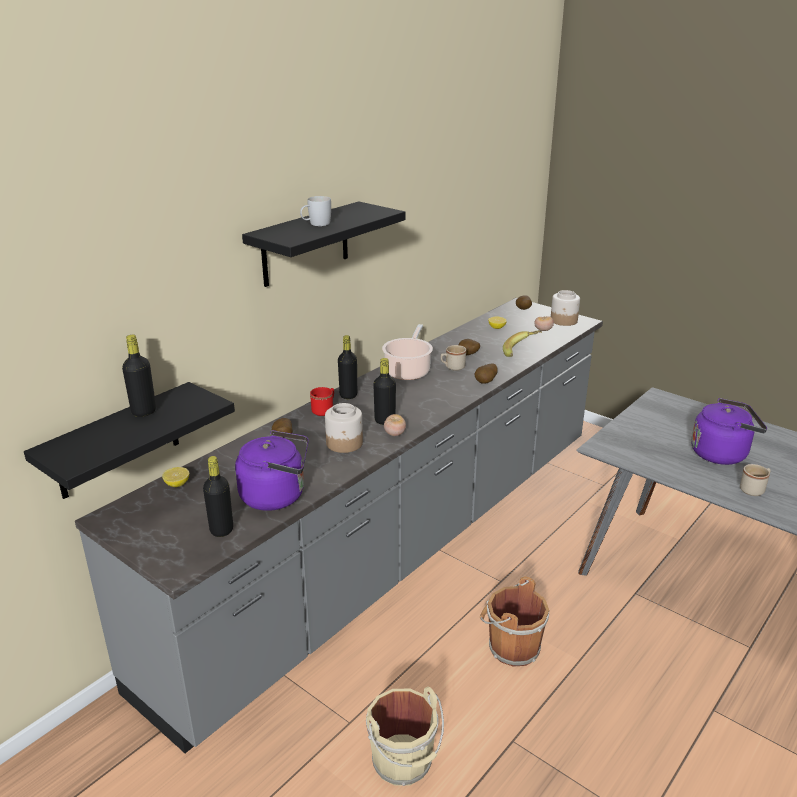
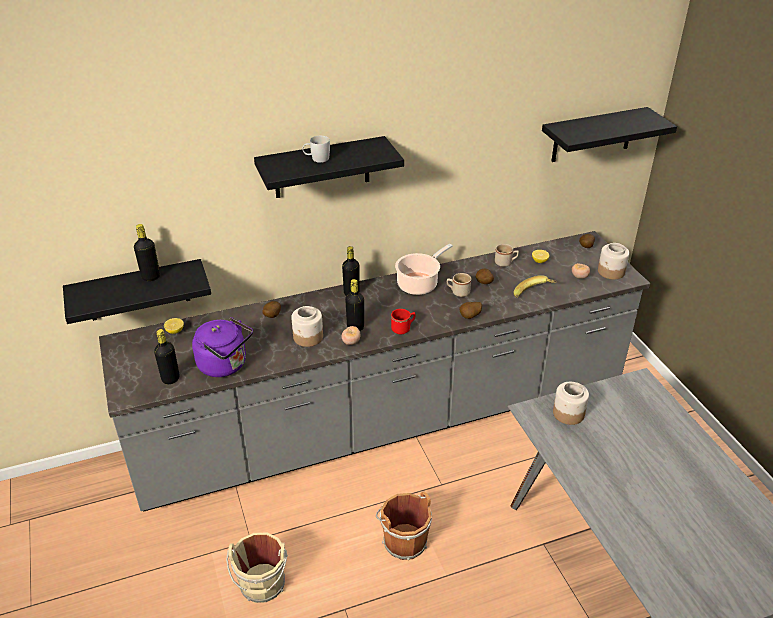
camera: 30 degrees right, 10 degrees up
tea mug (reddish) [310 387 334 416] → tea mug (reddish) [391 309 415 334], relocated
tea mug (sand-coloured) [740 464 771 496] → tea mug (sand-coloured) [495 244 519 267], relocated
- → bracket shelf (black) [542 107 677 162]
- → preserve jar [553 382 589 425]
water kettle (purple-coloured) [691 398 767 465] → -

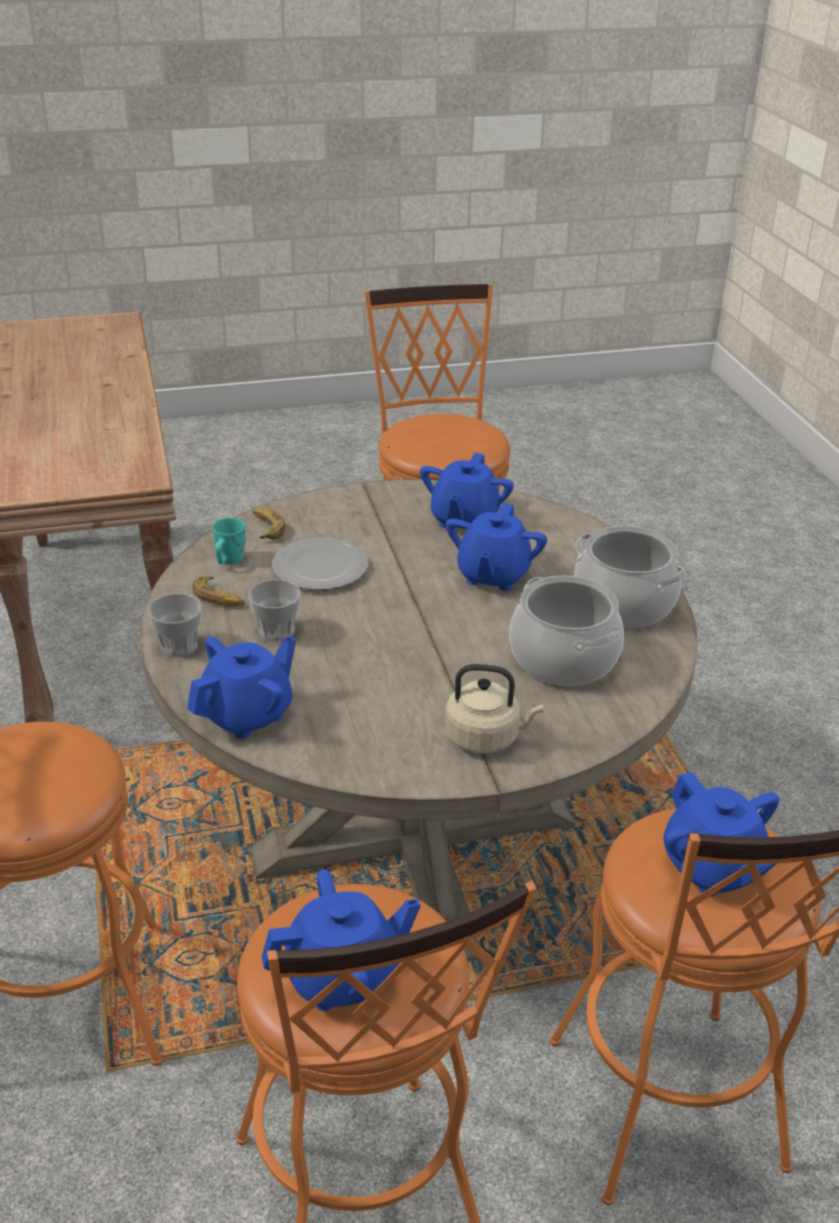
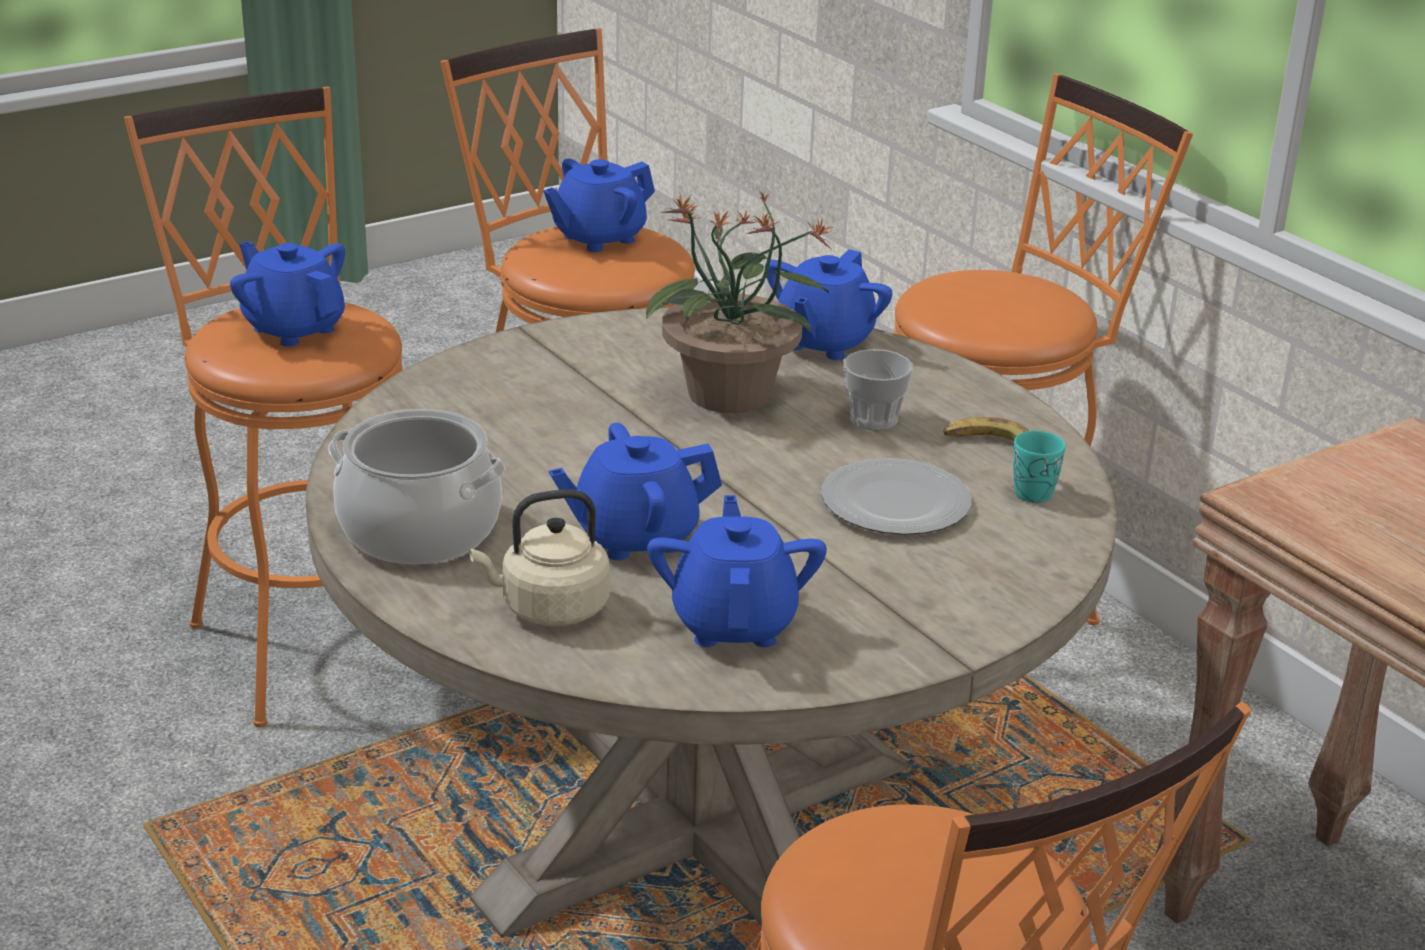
camera: 160 degrees right, 5 degrees down
water kettle (sand-coloured) [445 664 543 753] → water kettle (sand-coloured) [469 489 610 626], relocated
tea pot (blue) [446 503 547 591] → tea pot (blue) [549 423 722 560], 105 degrees counterclockwise
- → potted plant [646 190 833 413]
drinking cup [148 593 202 657] → -
whole banana [252 508 286 540] → -
stockpot [509 575 624 686] → -

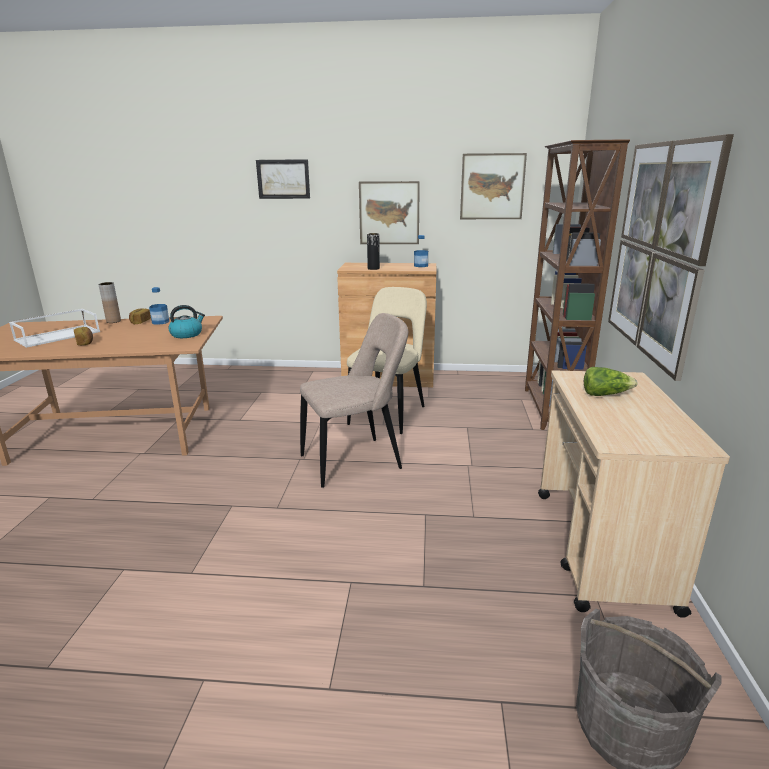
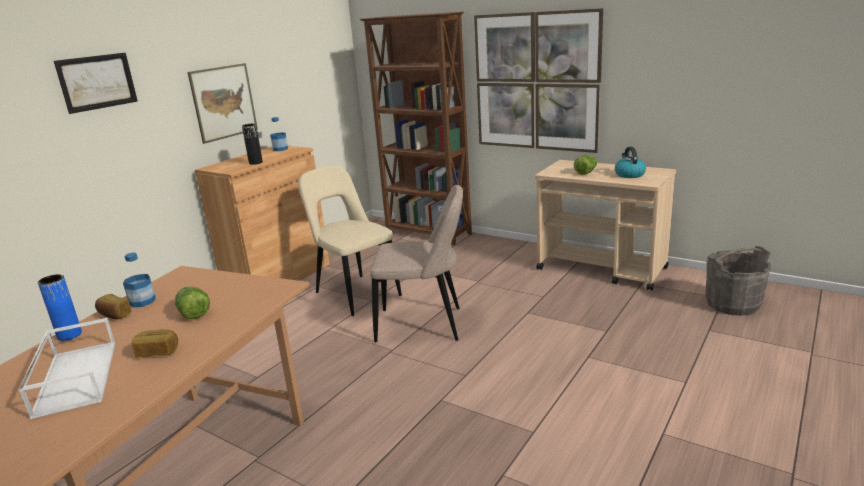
camera: 60 degrees left, 0 degrees up
vase (brown) [98 282 121 323] → vase (blue) [38 274 82 341]
- → lettuce head [175 286 210 319]
plain chair (sand-coloured) [300 313 408 488] → plain chair (sand-coloured) [370 185 463 342], 90 degrees clockwise
water kettle [168 305 205 338] → water kettle [615 147 646 178], relocated
picture [460 153 527 219] → -

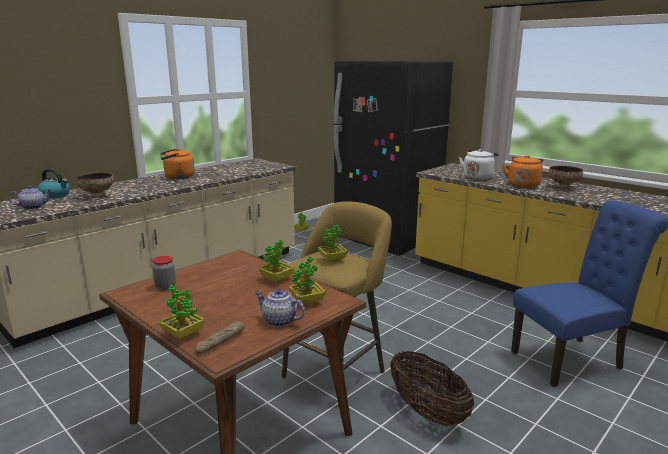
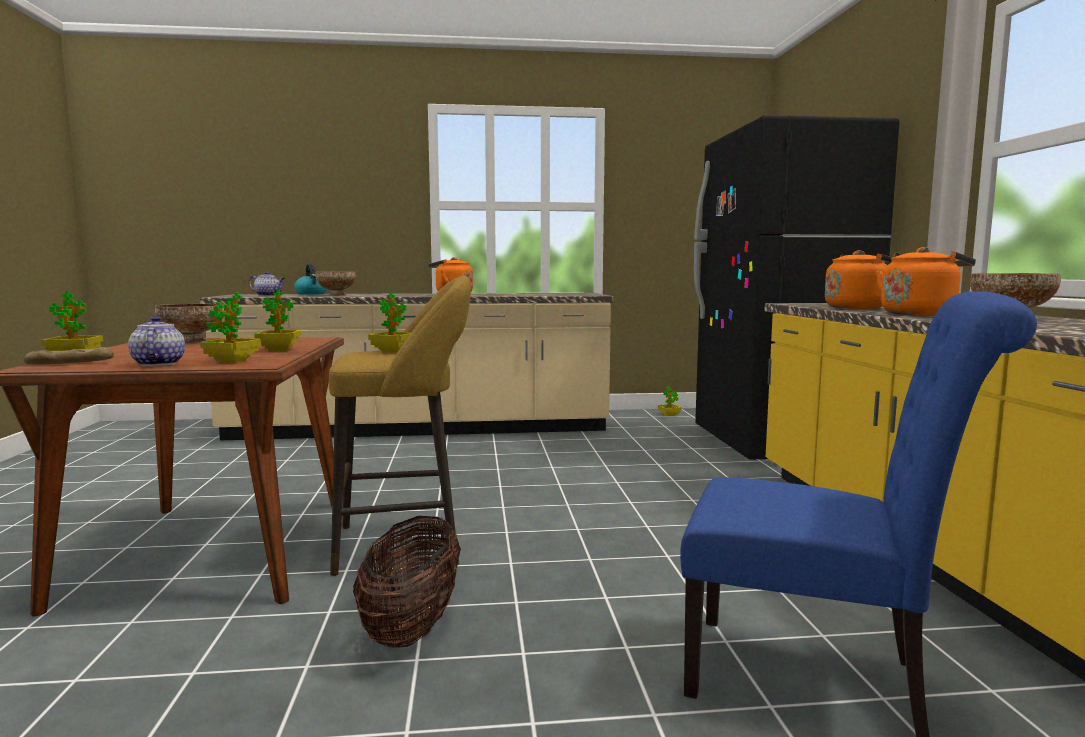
camera: 40 degrees right, 10 degrees down
preserve jar [152 256 176 290] → serving bowl [155 304 217 343]
water kettle (white) [459 149 499 180] → water kettle (orange-coloured) [825 250 892 309]

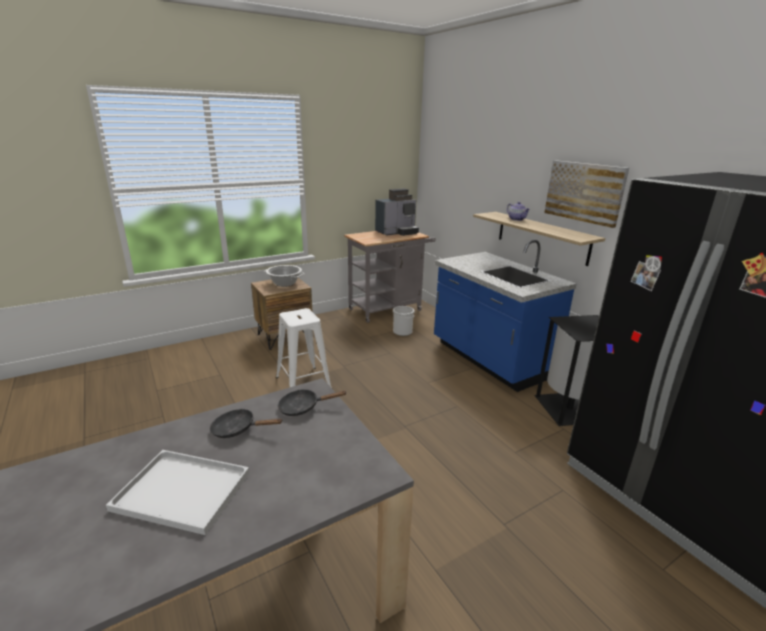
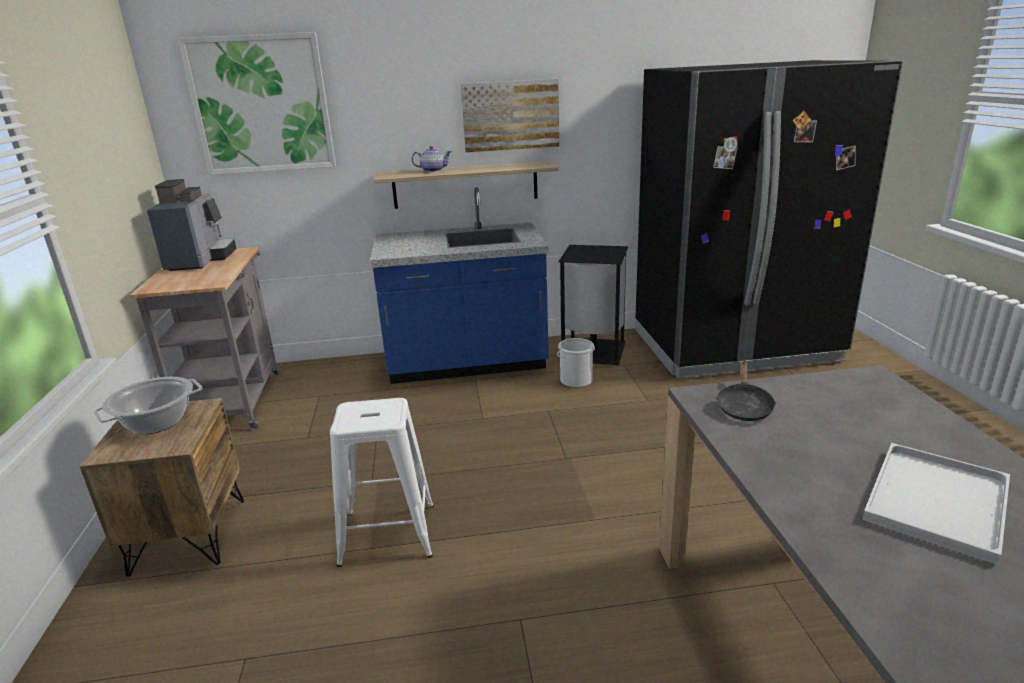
camera: 65 degrees left, 0 degrees up
- → picture [177 32 336 175]
pail [393 306 415 336] → pail [557 338 595 388], relocated
skillet (black) [210 409 282 438] → -

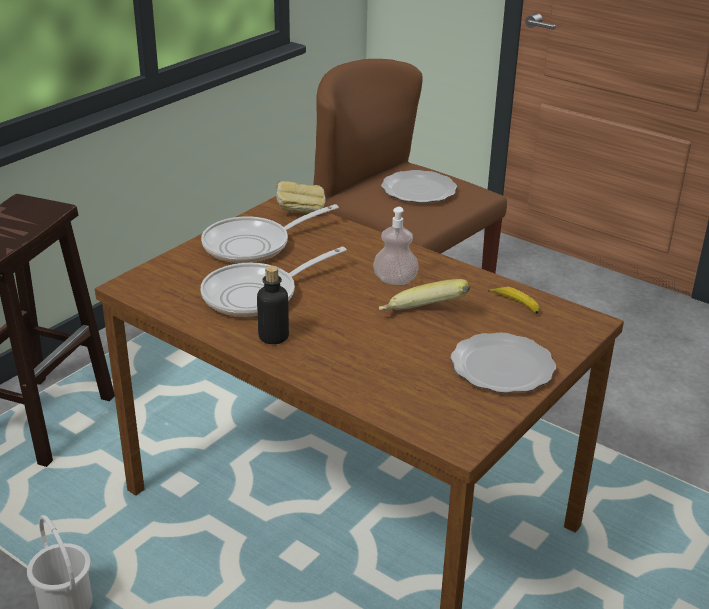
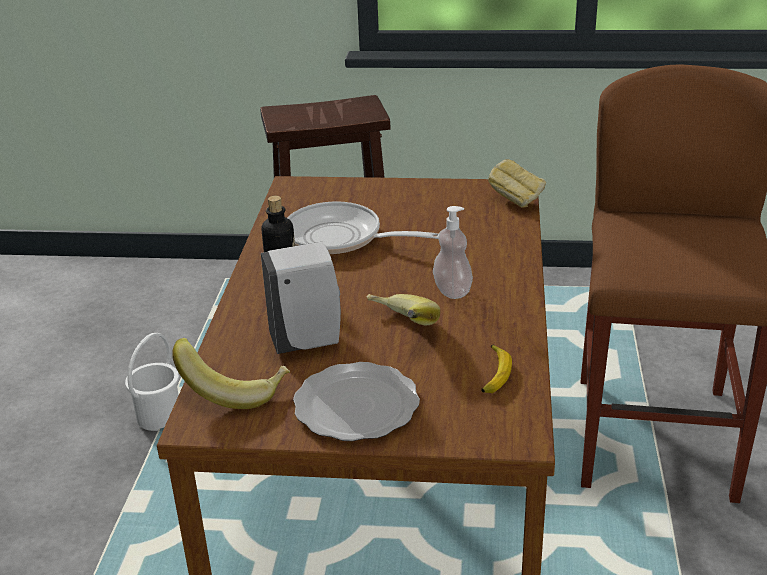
camera: 60 degrees right, 0 degrees up
- → whole banana [172 338 290 409]
- → soap bottle (white) [261 242 341 354]
skillet [201 204 339 263] → -
flat dish [381 170 457 203] → -

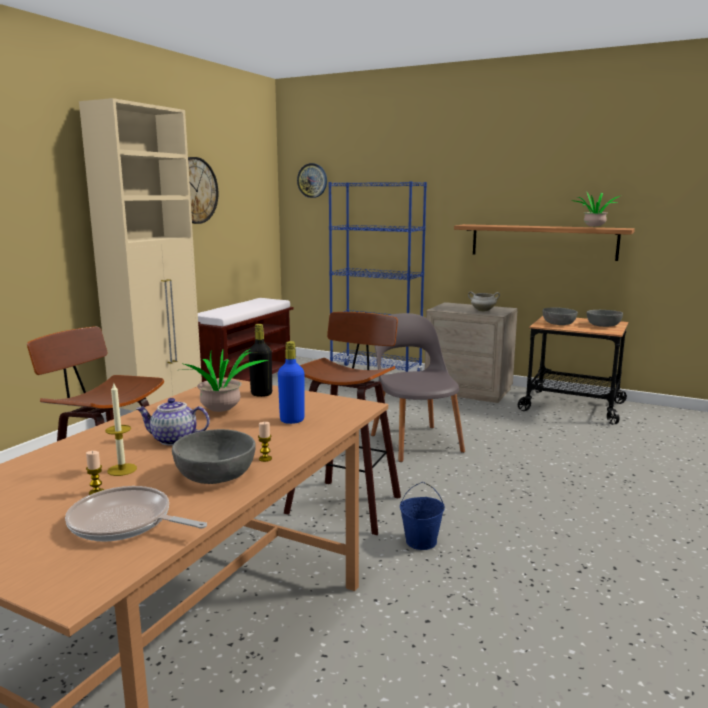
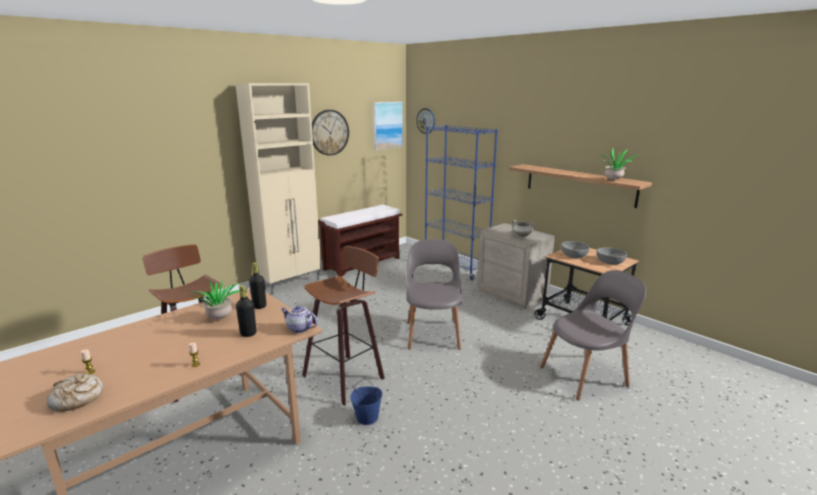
camera: 20 degrees right, 5 degrees up
skillet [65 486 207 542] → baked bread [47 374 103 412]
drink bottle (blue) [278 341 305 424] → drink bottle (black) [236 285 256 337]
tea pot [136 398 210 446] → tea pot [281 305 318 333], relocated
- → picture [373 101 403 150]
- → plain chair (gray) [540 270 646 400]
candle [105 384 137 476] → -
serving bowl (gray) [172 429 256 484] → -

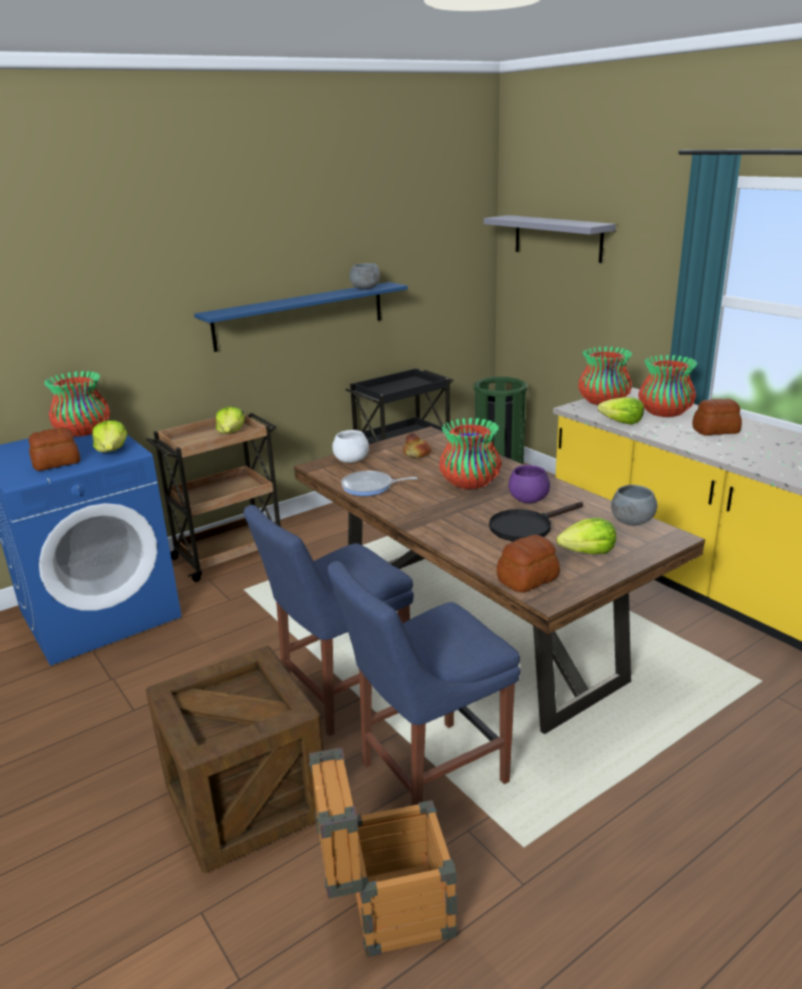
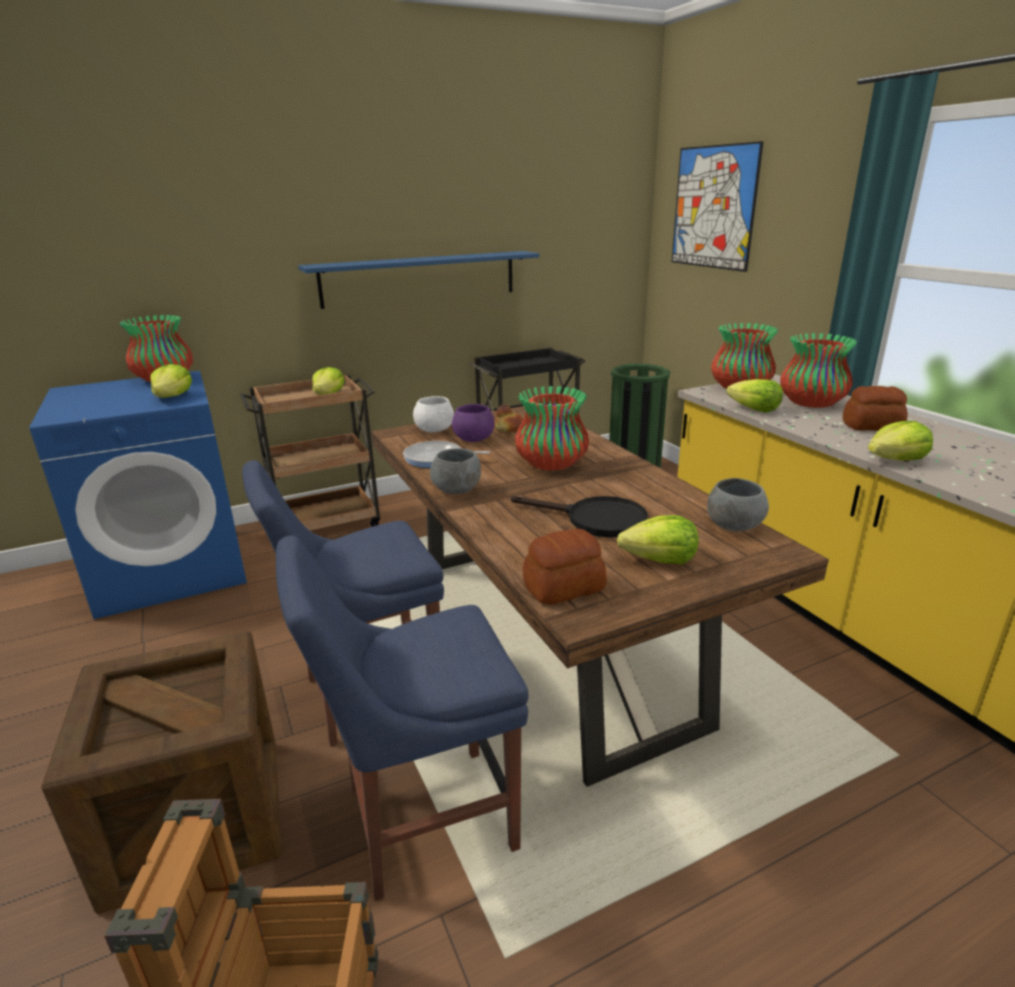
camera: 10 degrees right, 0 degrees up
serving bowl (gray) [350 263 380 289] → serving bowl (gray) [430 448 481 494], relocated
serving bowl (purple-coloured) [508 465 550 503] → serving bowl (purple-coloured) [452 404 494 442], relocated
skillet (black) [489 502 583 541] → skillet (black) [511 496 648 538], 135 degrees counterclockwise
bracket shelf (gray) [484 215 616 263] → picture [672 141 764 272]
- → lettuce head [868 421 933 461]
baked bread [29 427 80 471] → -

